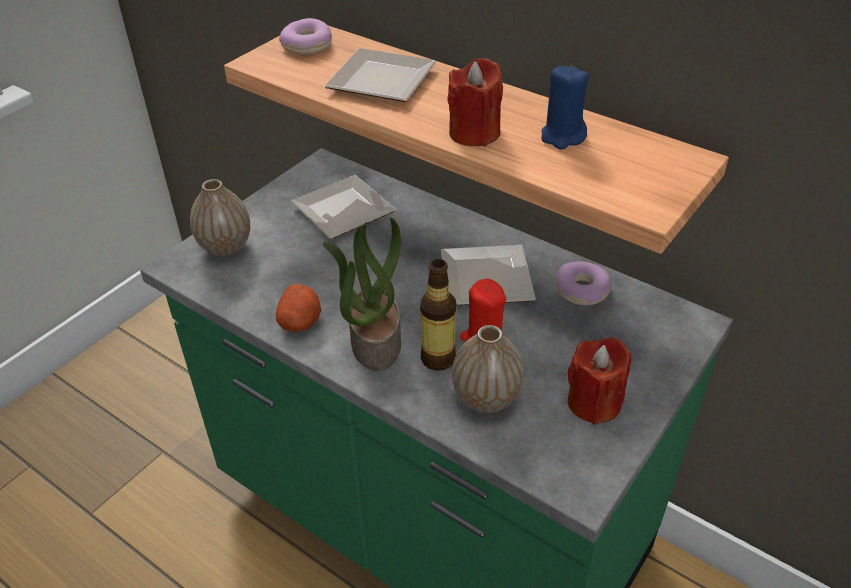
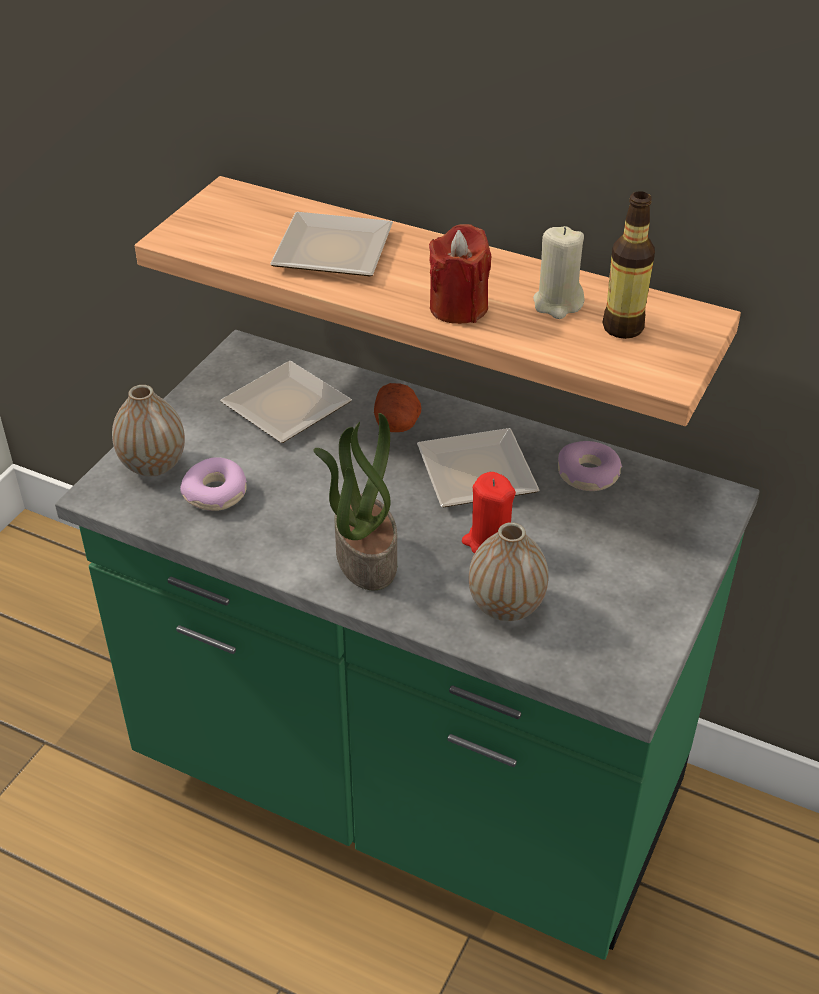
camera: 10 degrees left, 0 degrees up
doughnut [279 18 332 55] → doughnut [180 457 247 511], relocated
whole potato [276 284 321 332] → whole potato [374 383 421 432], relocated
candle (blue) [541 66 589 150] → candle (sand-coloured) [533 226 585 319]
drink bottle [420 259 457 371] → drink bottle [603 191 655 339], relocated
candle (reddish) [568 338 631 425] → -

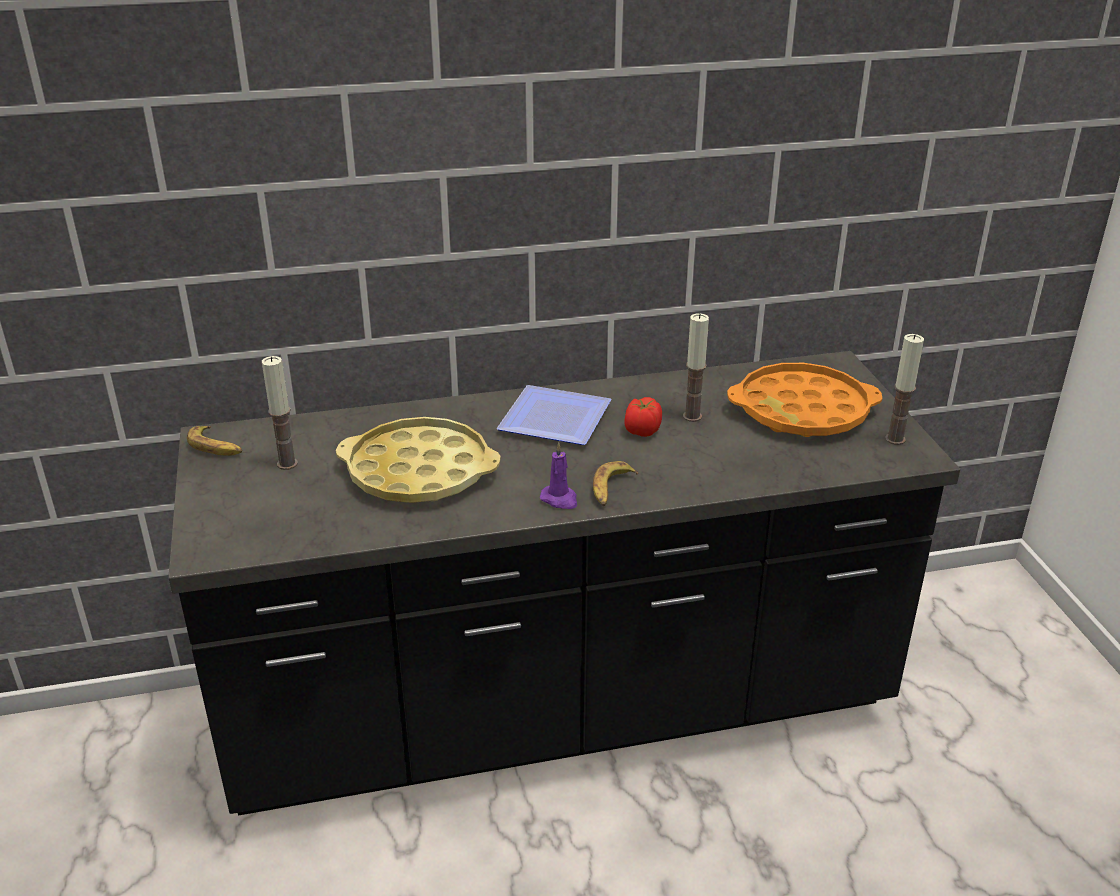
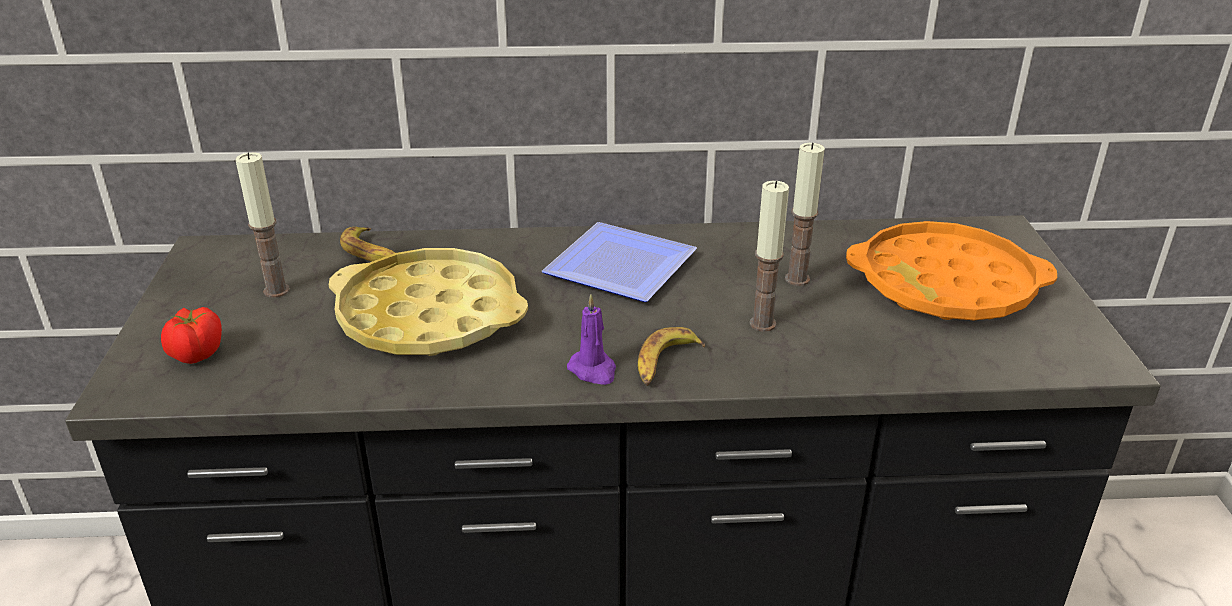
camera: 10 degrees right, 0 degrees up
whole tomato [624 397 662 437] → whole tomato [161 307 222 364], relocated
whole banana [187 426 242 456] → whole banana [340 227 395 262], relocated
candle [885 334 924 445] → candle [749 181 789 332], relocated

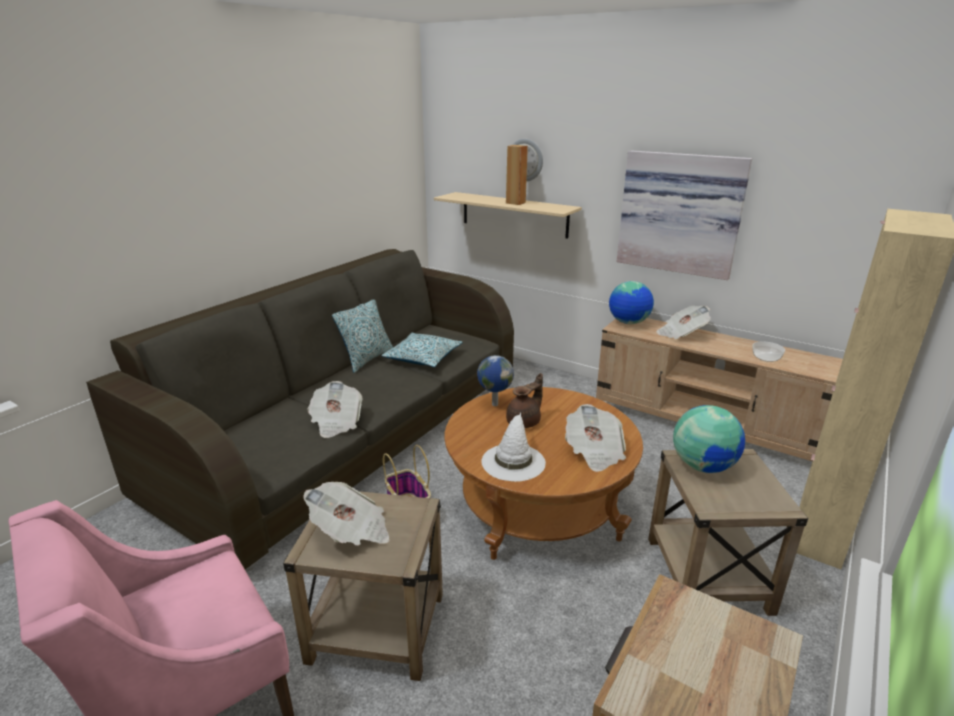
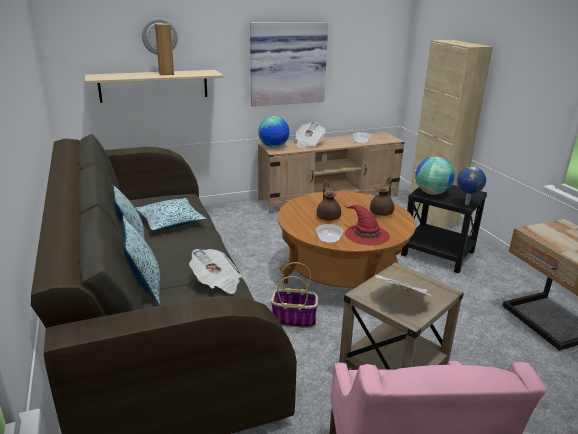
camera: 55 degrees left, 0 degrees up
- → cushion [122 215 161 306]
- → serving bowl [316 224 343 243]
hat (white) [481 413 546 482] → hat (reddish) [345 205 390 246]
newspaper [565 404 626 472] → tea pot (brown) [370 177 394 216]
end table (sand-coloured) [648 449 808 616] → end table (black) [401 185 487 273]
globe [477 355 514 406] → globe [457 167 486 205], relocated

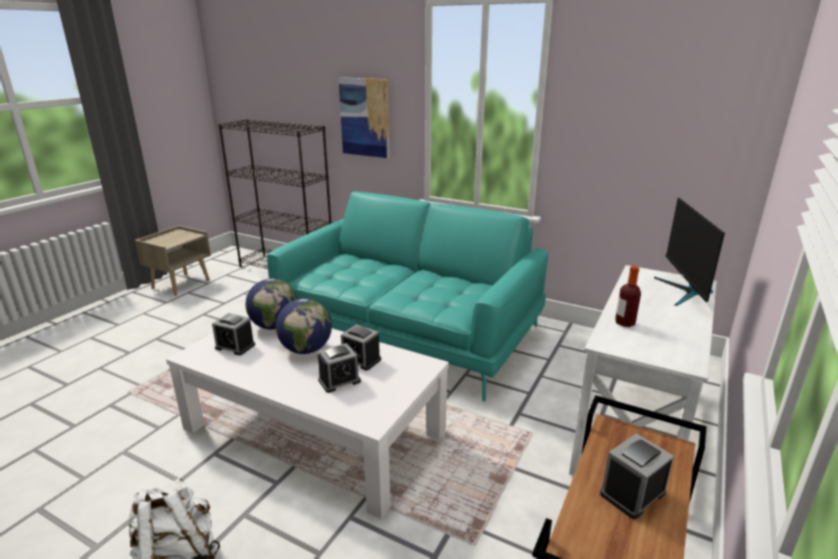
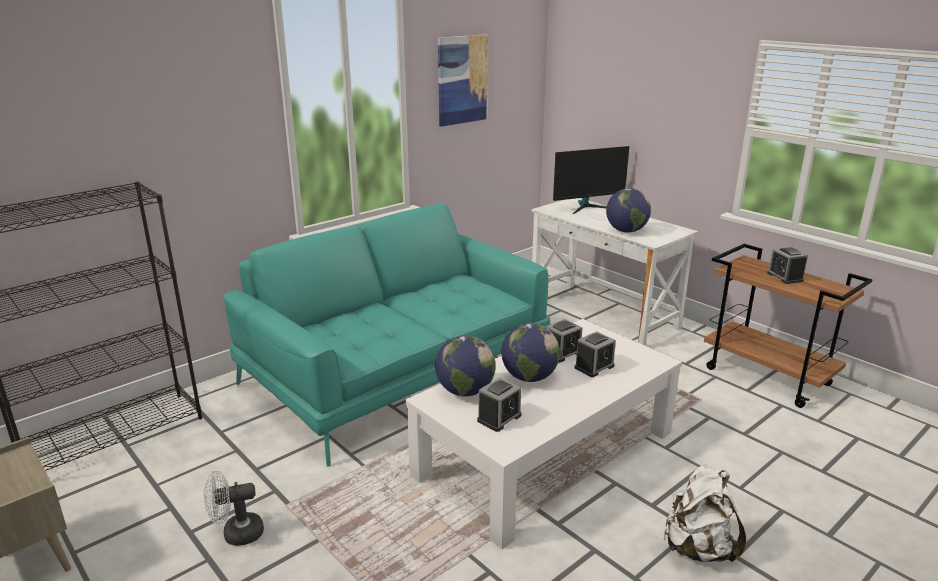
camera: 70 degrees left, 0 degrees up
- → cooling fan (white) [204 470 264 546]
picture [339 77 390 158] → picture [438 34 488 127], relocated
computer screen [654 198 725 306] → computer screen [553 146 629 214], 45 degrees counterclockwise
table clock [318 343 361 393] → table clock [575 331 616 377], 60 degrees clockwise
drink bottle [615 266 641 327] → globe [606 188 651 233]

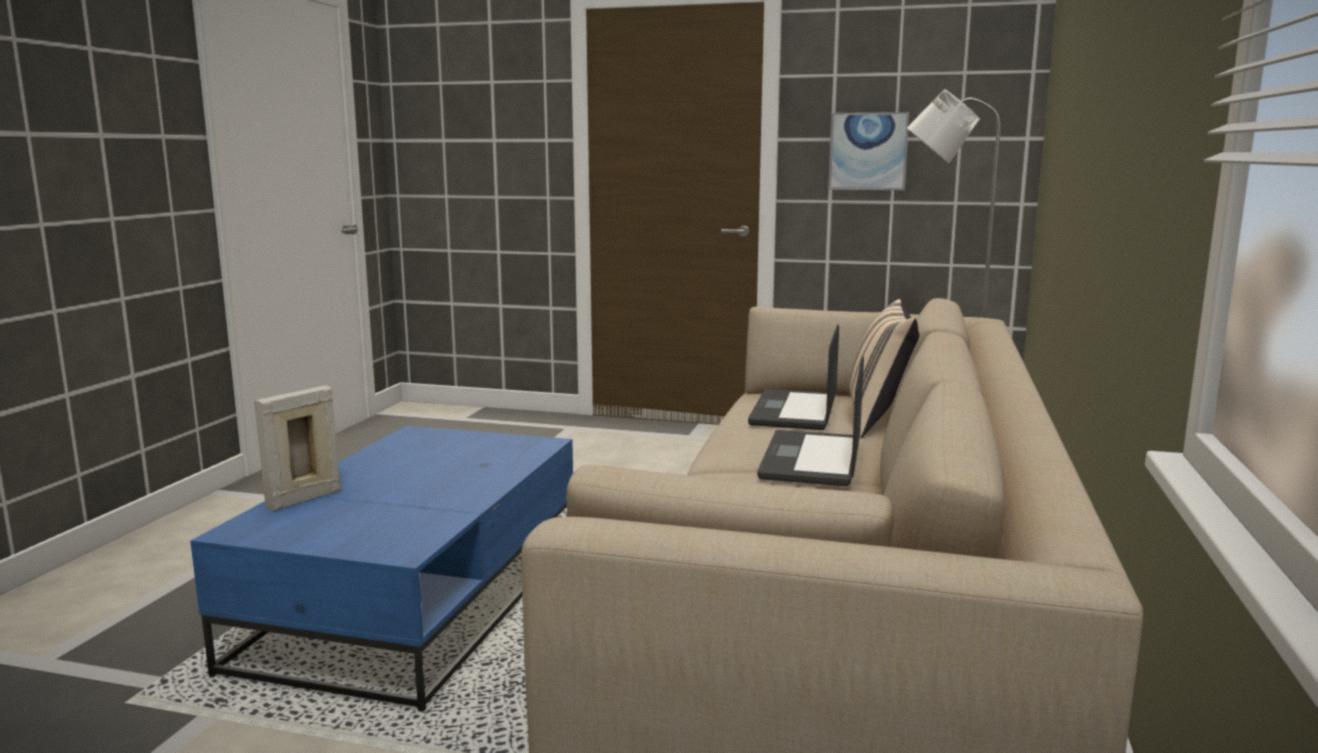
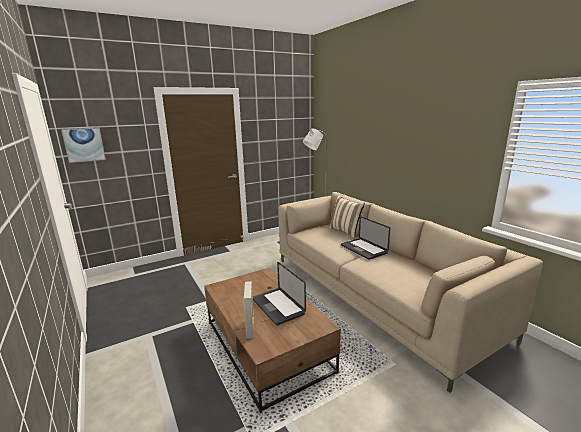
camera: 45 degrees left, 5 degrees up
picture [828 112 909 190] → picture [61 128 106 163], relocated
low table (blue) [190 426 573 712] → low table (brown) [204 267 341 413]
portable computer [748 324 839 430] → portable computer [253 262 306 325], relocated

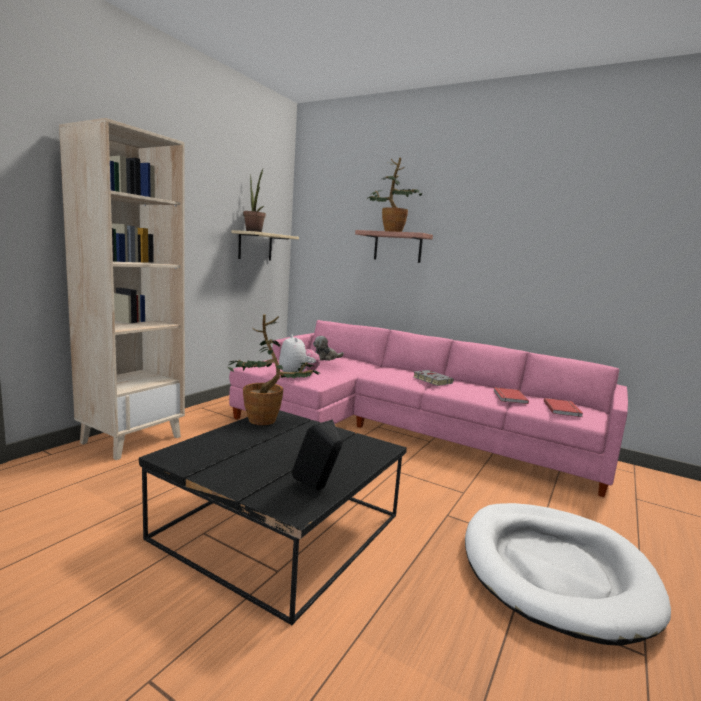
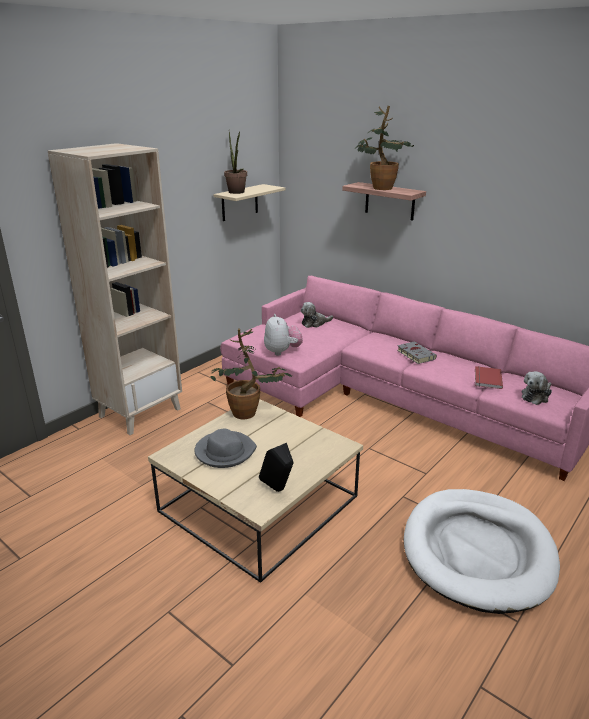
camera: 10 degrees right, 15 degrees up
low table (black) [139 410 407 625] → low table (sand-coloured) [148 399 363 583]
- → hat (gray) [194 429 257 468]
volume (reddish) [544 398 583 417] → plush toy [522 371 552 405]

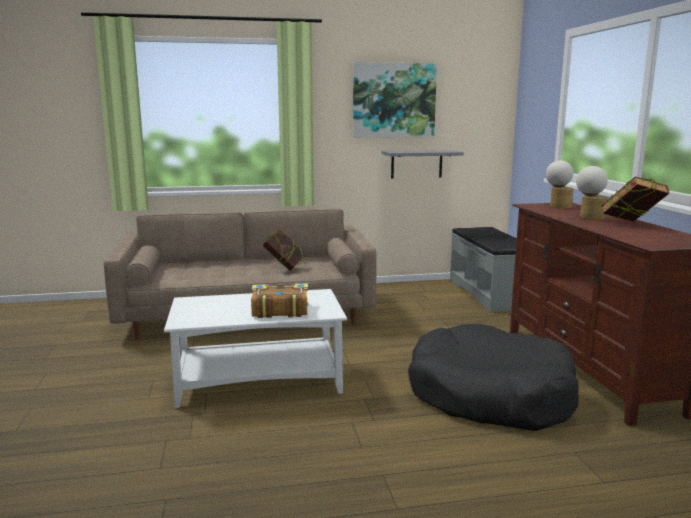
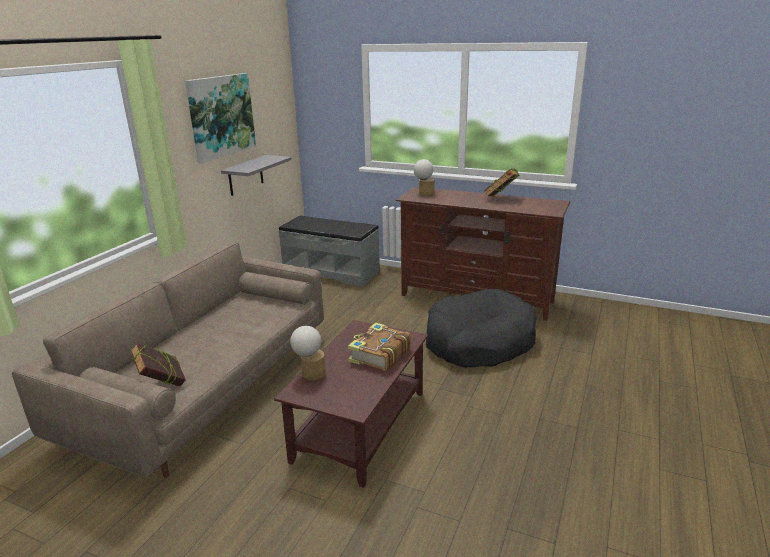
camera: 55 degrees left, 10 degrees up
volume [263 229 306 271] → volume [130 343 186 387], relocated
low table (white) [164 289 347 408] → low table (brown) [274 320 428 488]
table lamp [576 166 608 220] → table lamp [290 326 326 381], relocated

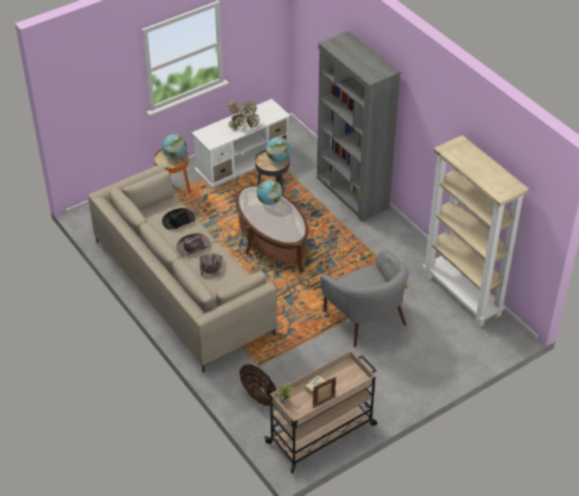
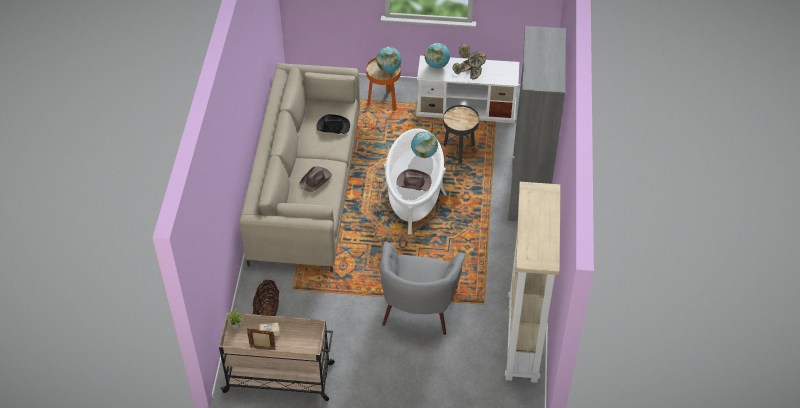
camera: 40 degrees right, 5 degrees up
low table (brown) [235 185 309 273] → low table (white) [382 128 447 234]
hat (brown) [176 233 211 255] → hat (brown) [397 169 432 191], relocated
globe [266 137 291 162] → globe [425 43 450 68], relocated

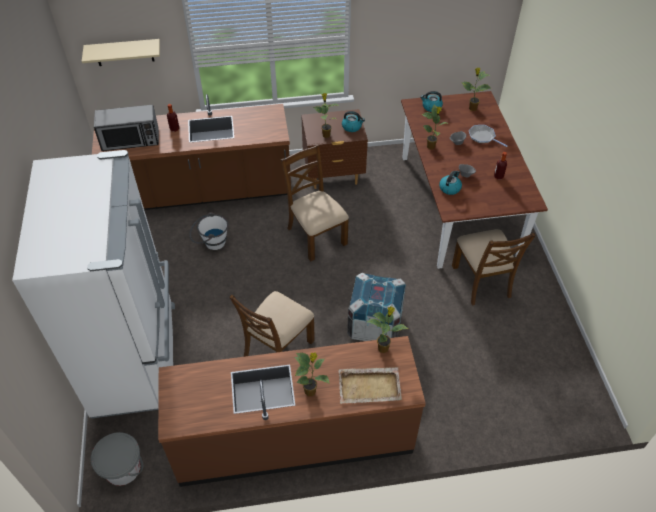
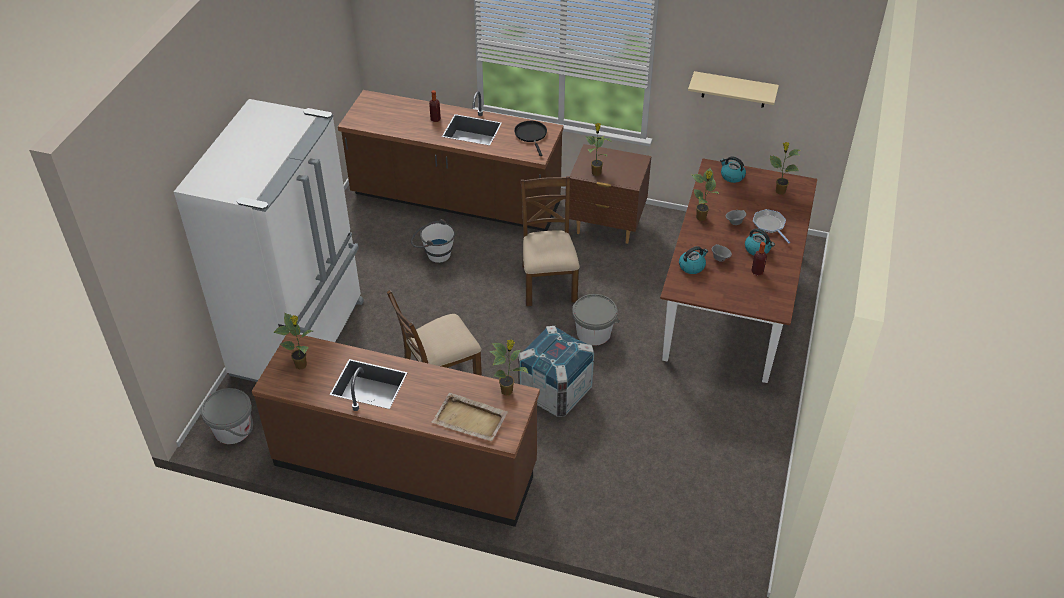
camera: 25 degrees right, 5 degrees down
potted plant [294 352 330 396] → potted plant [273 313 313 370], relocated
- → skillet (black) [514 121 547 156]
- → pail (gray) [572 294 620 346]
bracket shelf (sand-coloured) [82 39 160 66] → bracket shelf (sand-coloured) [688 71 779 108], relocated
water kettle [342 111 365 132] → water kettle [745 228 775 255], relocated
microwave [94 105 159 151] → -
plain chair (brown) [452 229 535 305] → -

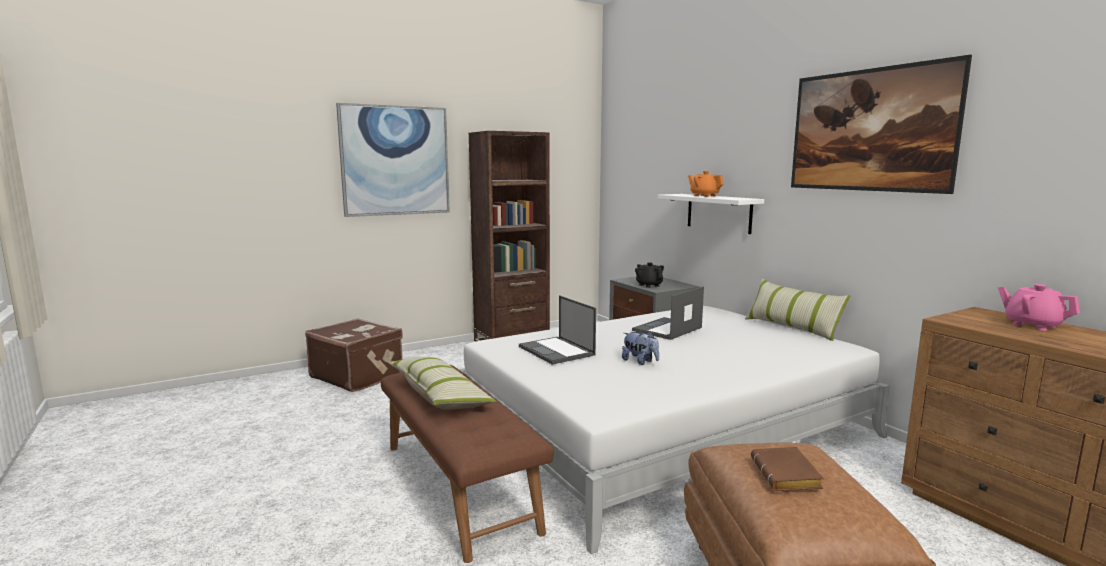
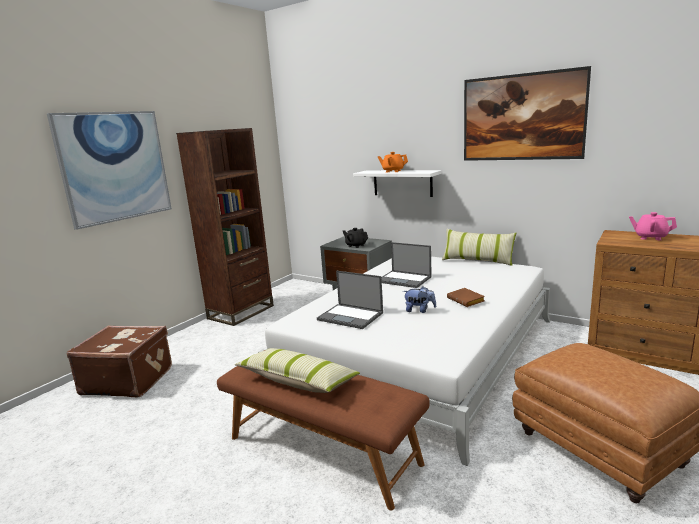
camera: 25 degrees left, 5 degrees up
portable computer [632 286 704 340] → portable computer [382 242 432 288], 75 degrees counterclockwise
volume (brown) [751 447 824 491] → volume (brown) [447 288 485 307], relocated

